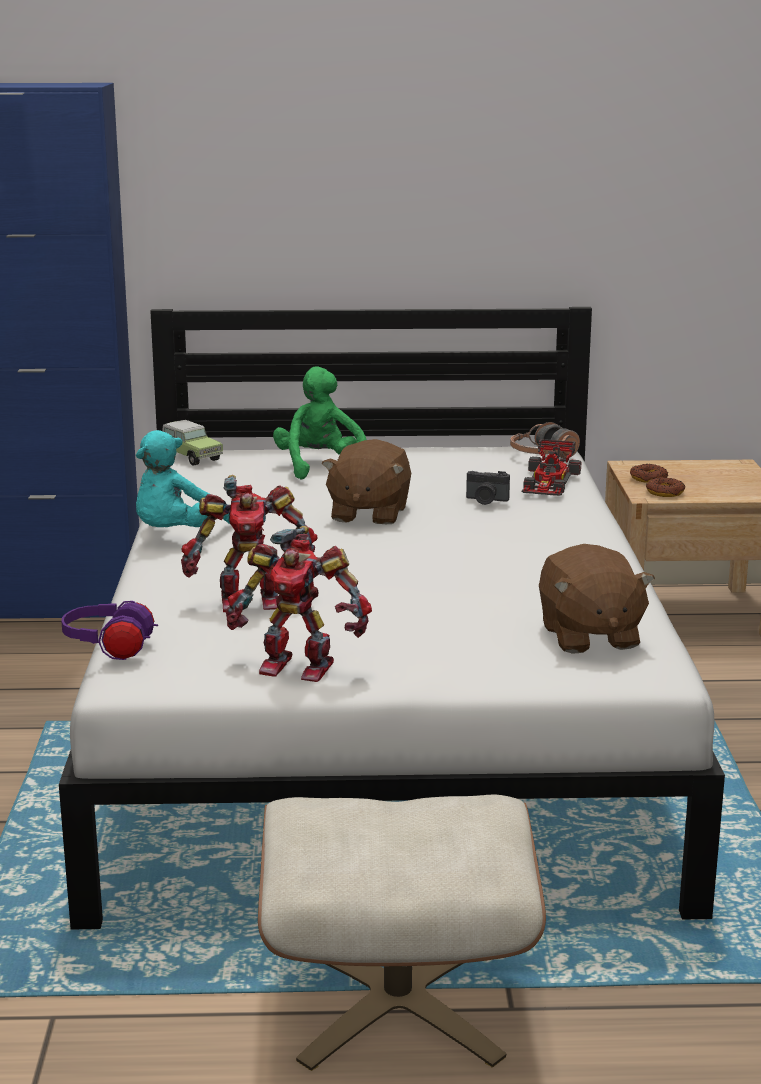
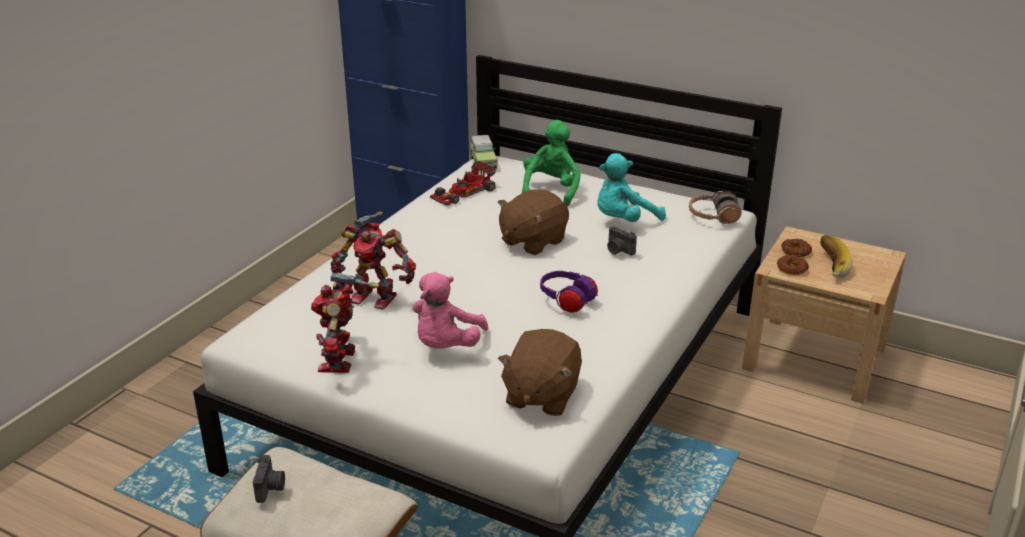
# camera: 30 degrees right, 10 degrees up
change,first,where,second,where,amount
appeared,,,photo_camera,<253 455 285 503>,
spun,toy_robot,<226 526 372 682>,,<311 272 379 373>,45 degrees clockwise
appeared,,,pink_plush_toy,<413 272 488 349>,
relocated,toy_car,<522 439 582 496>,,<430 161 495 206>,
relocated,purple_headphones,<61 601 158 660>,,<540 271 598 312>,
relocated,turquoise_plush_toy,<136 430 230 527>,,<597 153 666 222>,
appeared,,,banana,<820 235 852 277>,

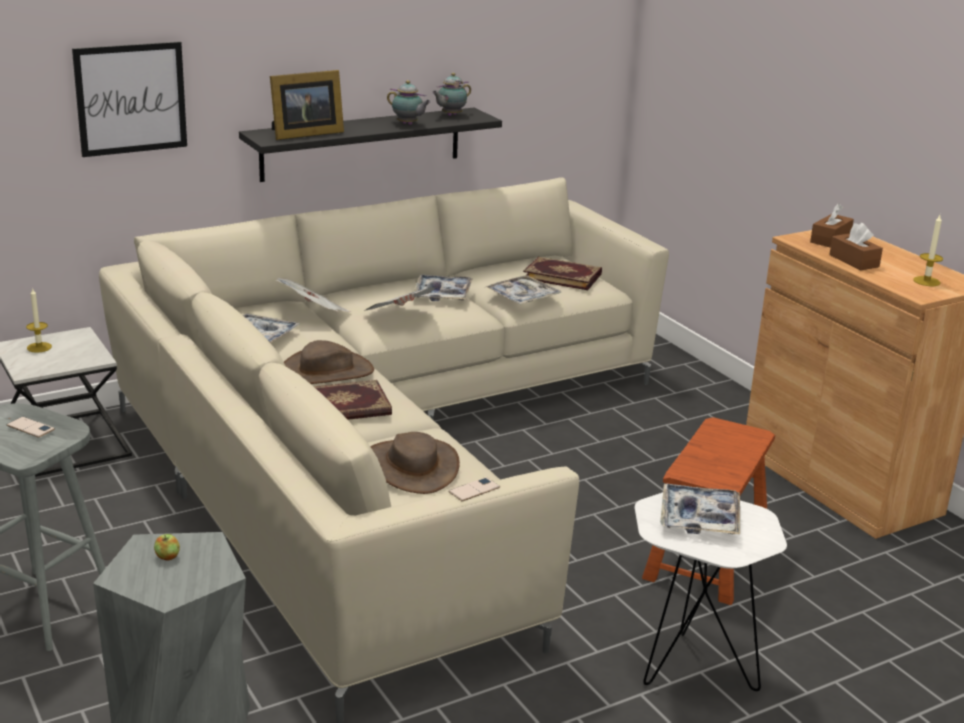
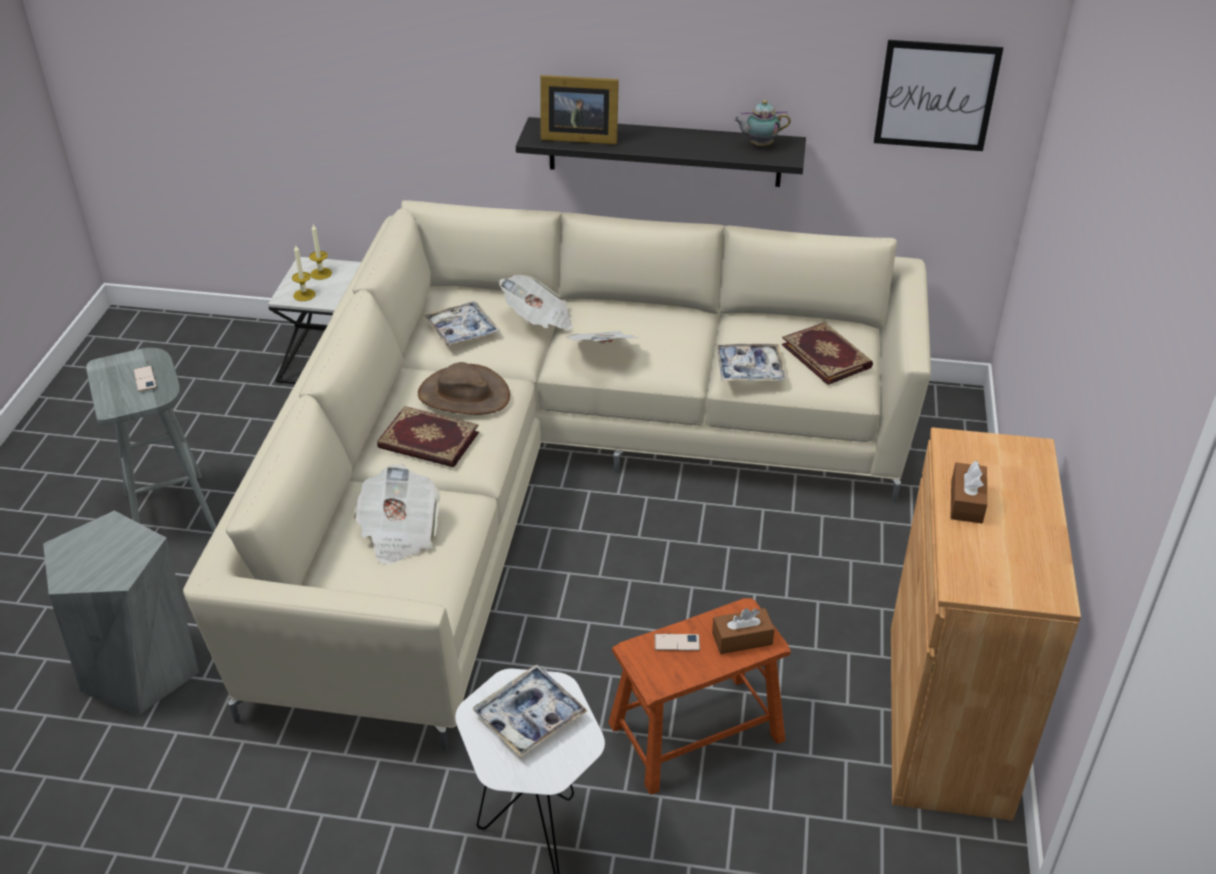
# camera: 40 degrees right, 15 degrees up
change,first,where,second,where,amount
relocated,candle,<913 215 943 286>,,<292 245 315 301>,
exchanged,brown_hat,<370 432 460 494>,newspaper,<354 464 440 565>,
relocated,phone,<448 477 500 501>,,<655 634 700 651>,
relocated,brown_tissue_box,<810 203 854 247>,,<712 608 775 654>,
relocated,picture,<72 42 187 157>,,<874 40 1003 151>,
missing,apple,<154 534 180 560>,,,
missing,teapot,<387 80 431 125>,,,
missing,tray,<413 274 472 301>,,,

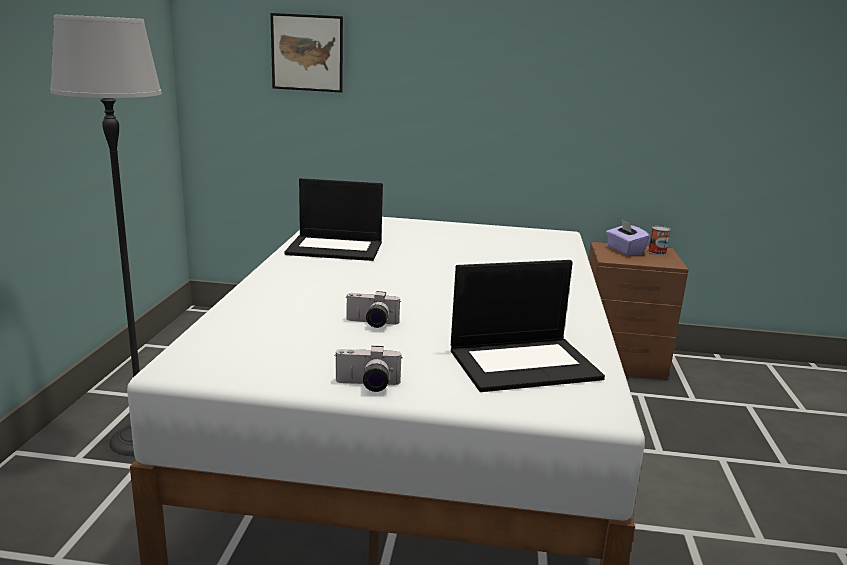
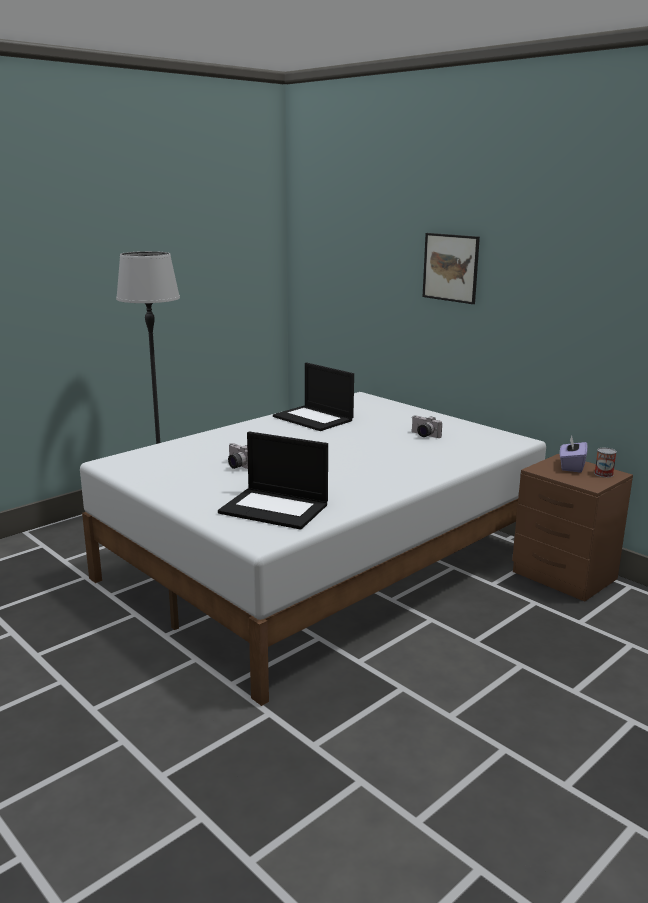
# camera: 40 degrees right, 0 degrees up
change,first,where,second,where,amount
relocated,photo_camera,<335 346 403 392>,,<412 416 442 438>,
relocated,picture,<270 13 343 93>,,<423 233 480 304>,

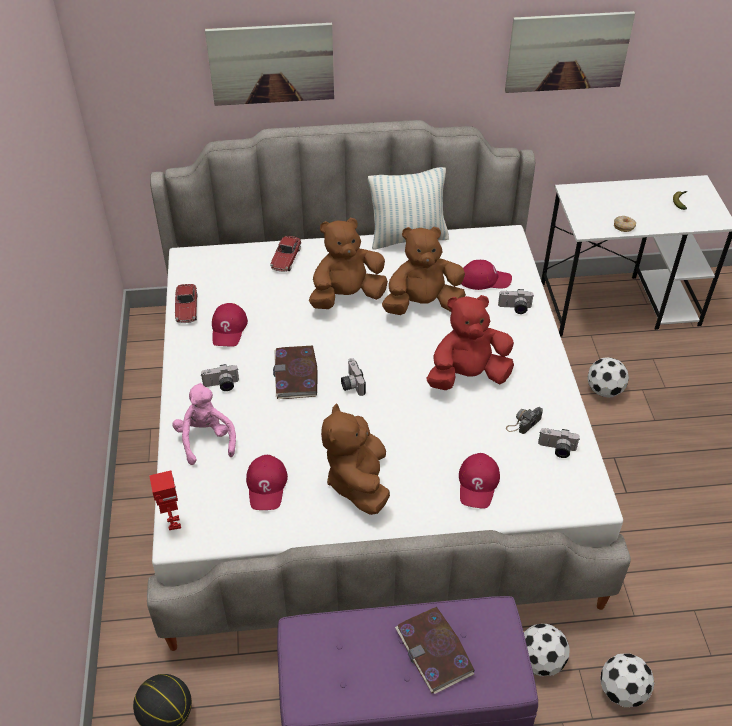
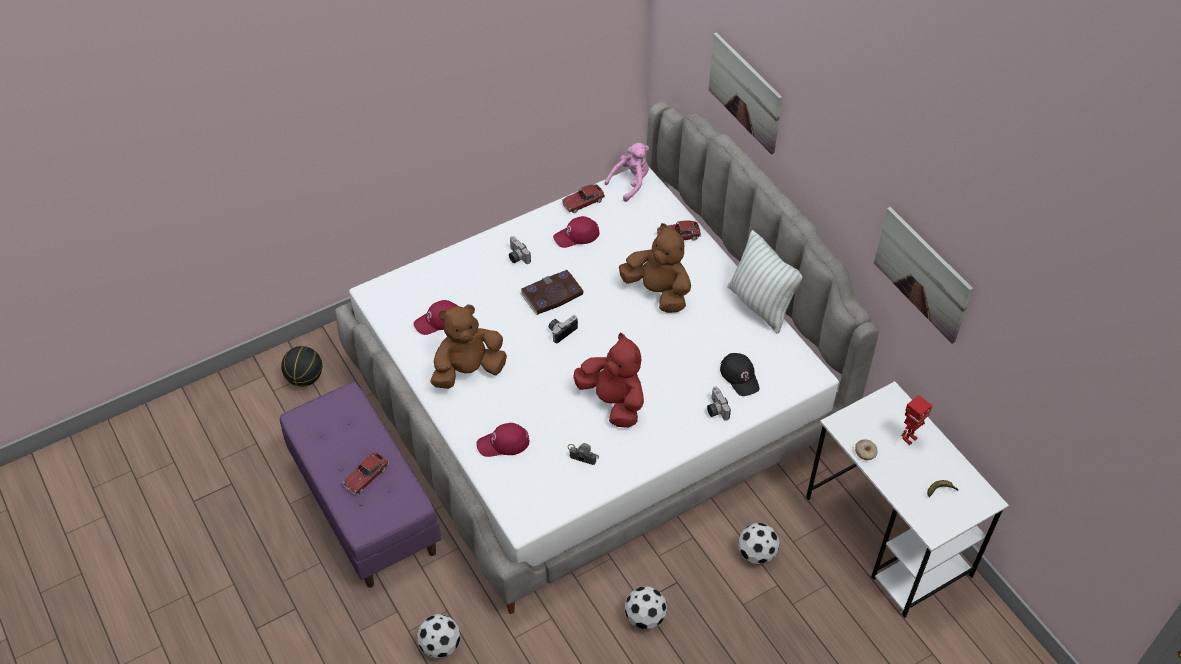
# camera: 65 degrees right, 5 degrees up
change,first,where,second,where,amount
exchanged,book,<395 607 475 694>,toy_car,<343 452 389 494>,
relocated,pink_plush_toy,<172 383 236 465>,,<604 143 649 202>,
relocated,football,<524 624 570 676>,,<625 587 667 629>,
colour,red_cap,<461 260 512 290>,black_cap,<720 353 759 396>,
relocated,toy_robot,<149 470 181 530>,,<901 395 932 446>,
missing,brown_plush_toy,<382 227 466 315>,,,
missing,photo_camera,<538 428 580 458>,,,

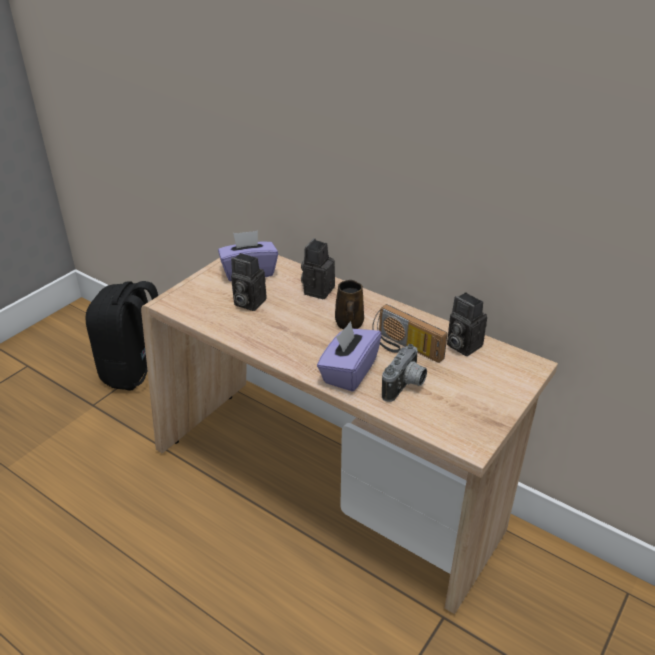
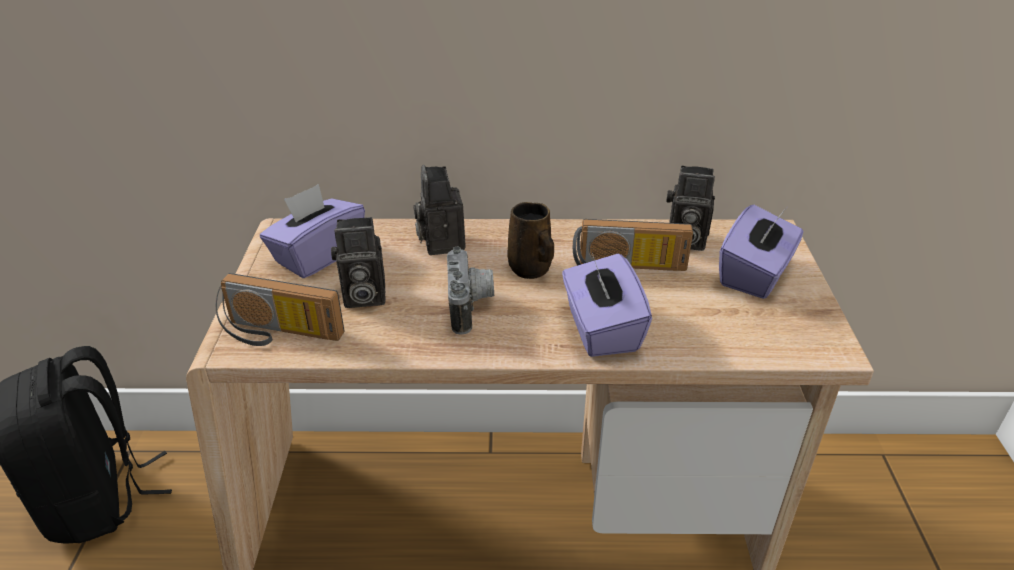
# camera: 35 degrees left, 0 degrees up
change,first,where,second,where,amount
appeared,,,radio,<216 273 345 346>,
relocated,photo_camera,<382 344 427 402>,,<447 246 494 335>,
appeared,,,purple_tissue_box,<719 205 803 299>,

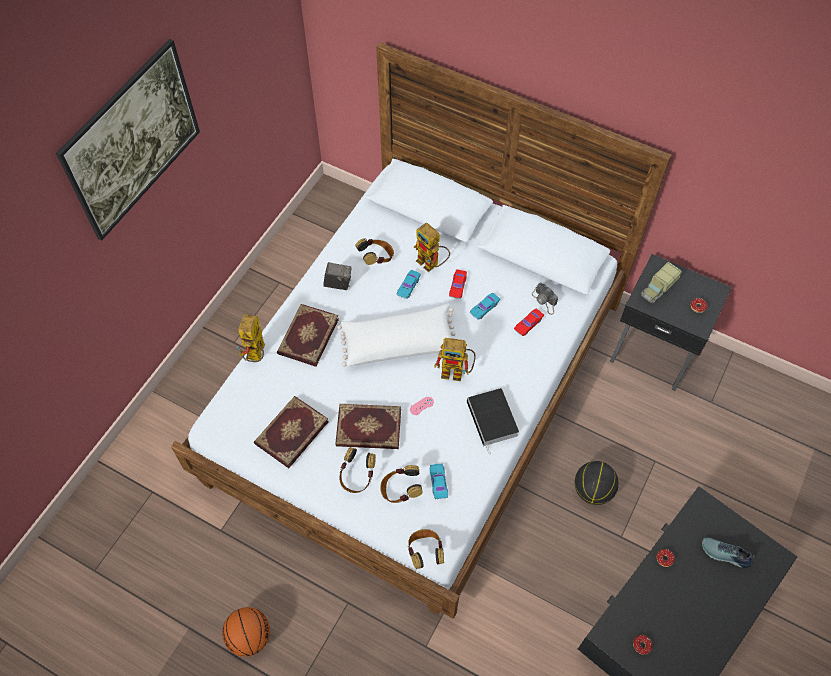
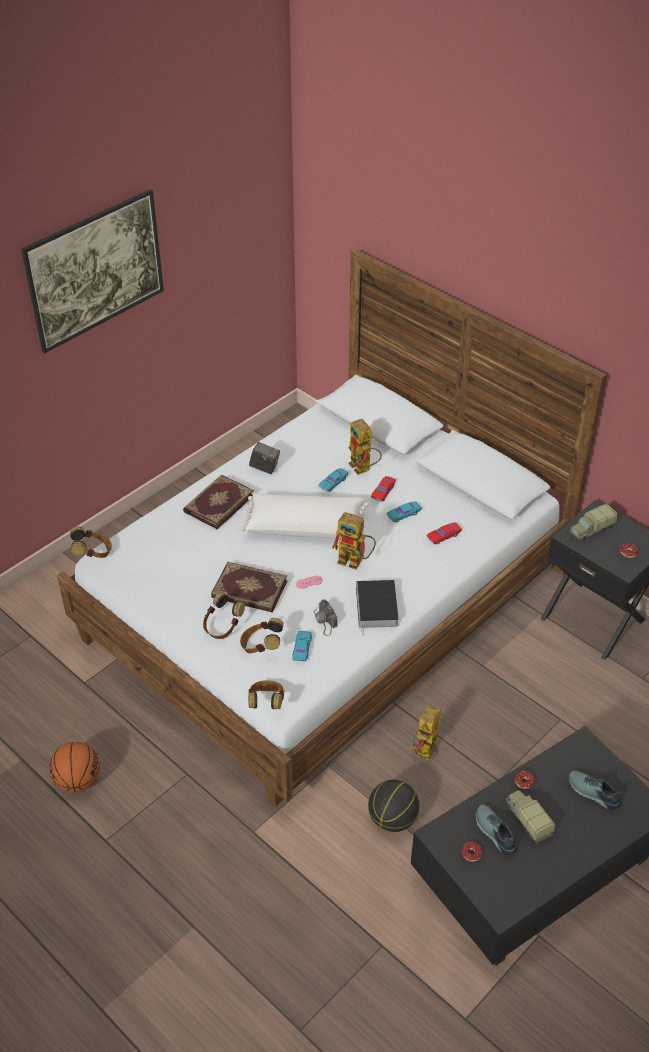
# camera: 15 degrees right, 15 degrees down
change,first,where,second,where,amount
relocated,headphones,<355 238 394 265>,,<70 526 112 558>,
relocated,photo_camera,<532 283 558 315>,,<314 599 337 636>,
relocated,basketball,<575 461 619 505>,,<368 780 419 832>,
relocated,toy_robot,<237 314 265 362>,,<411 705 441 760>,
appeared,,,shoe,<476 805 517 855>,
appeared,,,toy_truck,<506 790 556 844>,
missing,book,<254 396 329 468>,,,

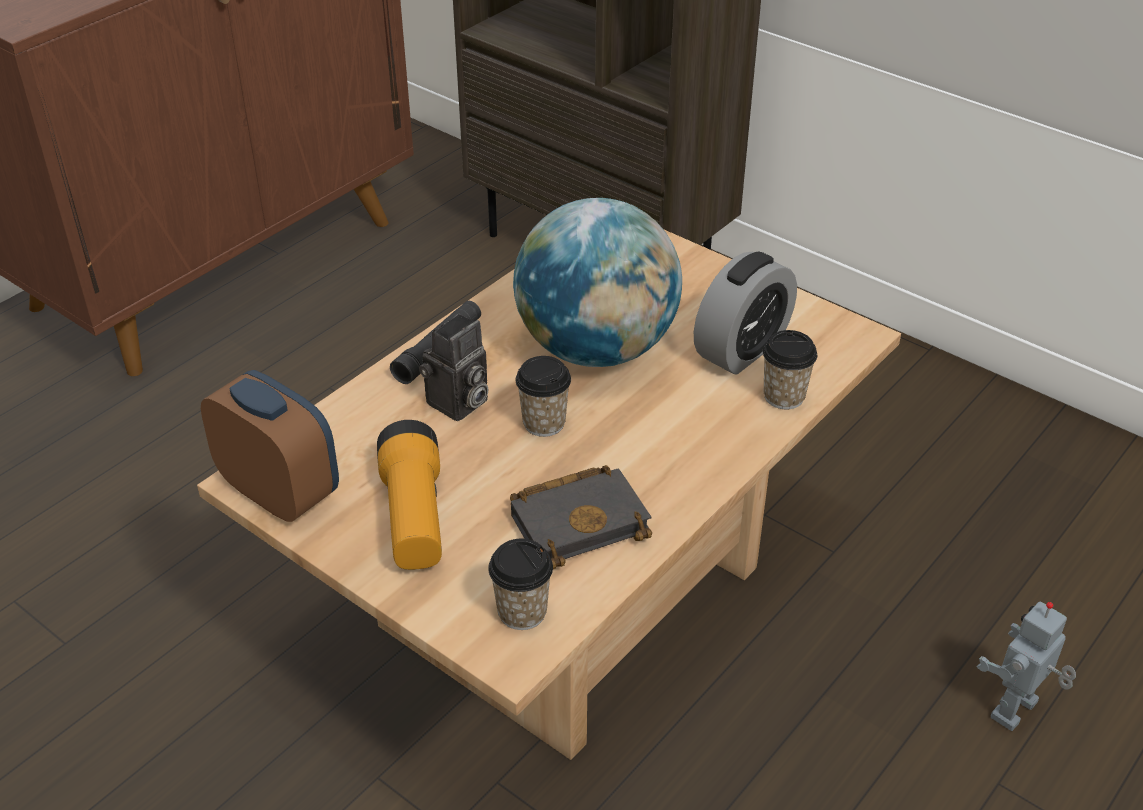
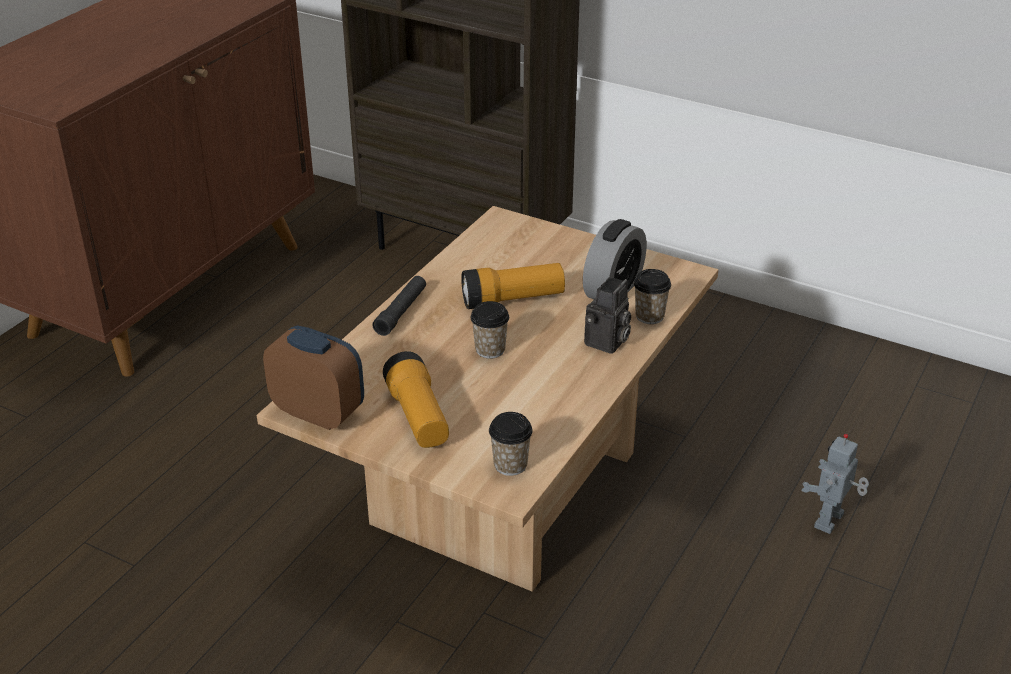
# camera: 10 degrees left, 5 degrees down
change,first,where,second,where,amount
exchanged,globe,<513 198 682 367>,flashlight,<461 263 565 309>,
relocated,photo_camera,<419 314 488 421>,,<584 277 631 354>,
missing,black_book,<510 465 652 569>,,,

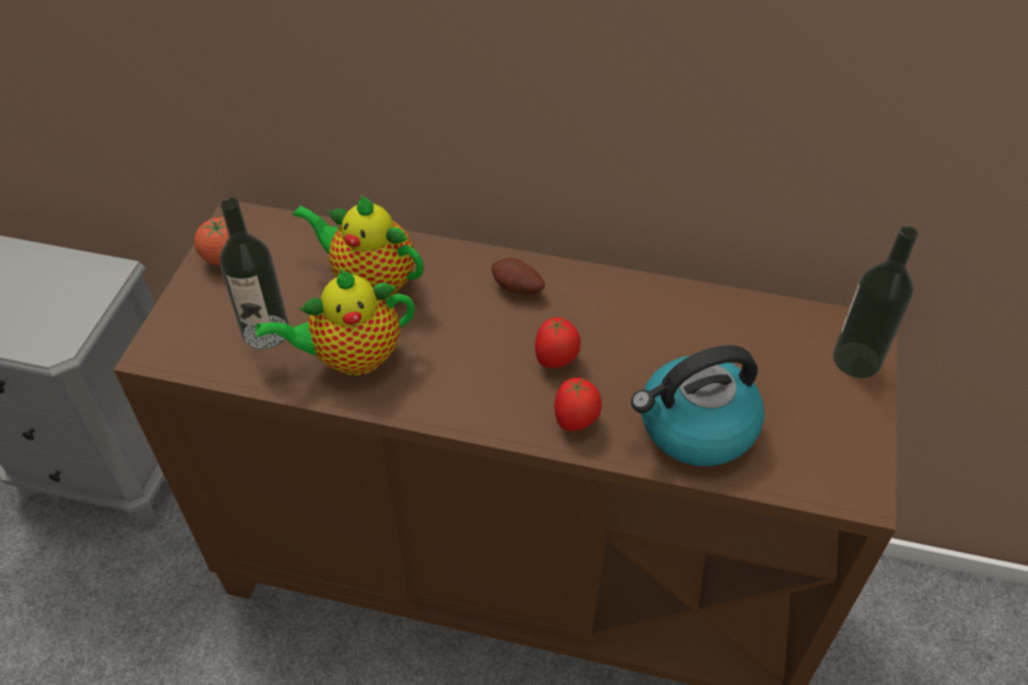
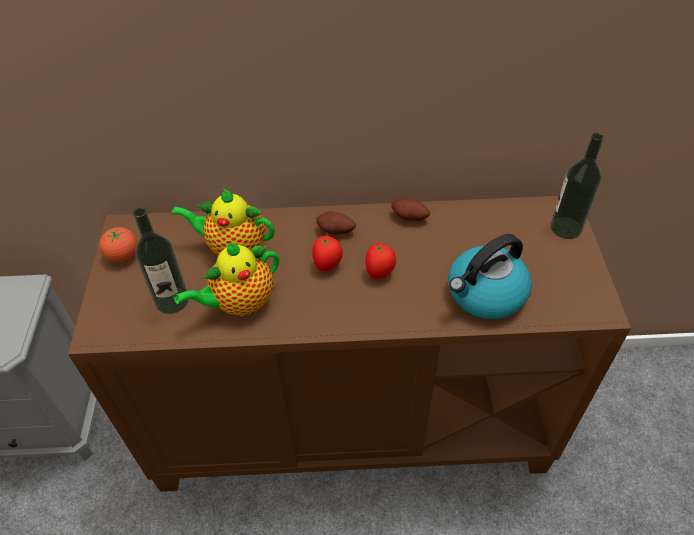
# camera: 15 degrees left, 0 degrees up
change,first,where,second,where,amount
relocated,tomato,<554 378 602 431>,,<312 235 343 271>,
appeared,,,potato,<391 197 430 220>,

